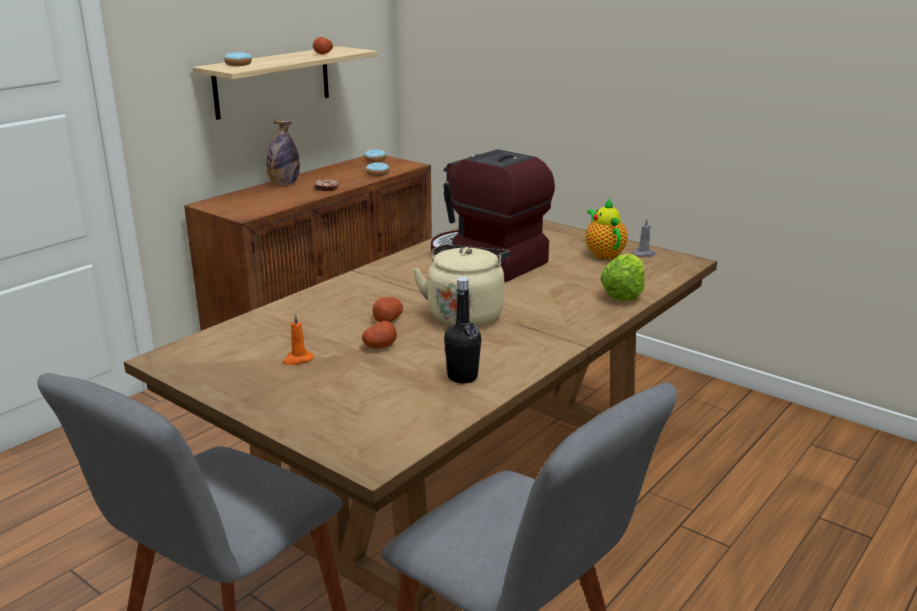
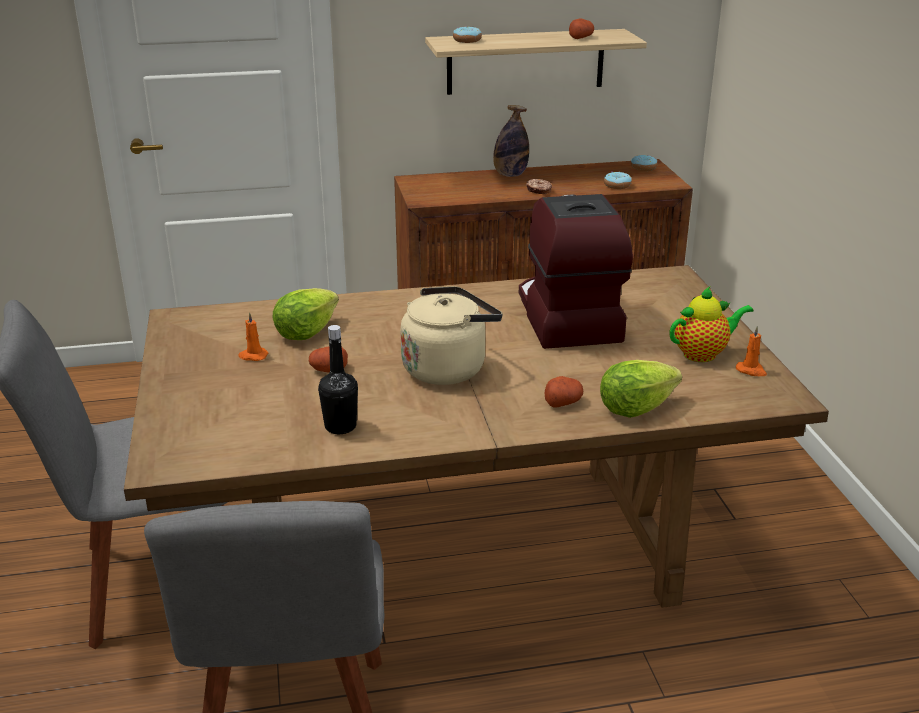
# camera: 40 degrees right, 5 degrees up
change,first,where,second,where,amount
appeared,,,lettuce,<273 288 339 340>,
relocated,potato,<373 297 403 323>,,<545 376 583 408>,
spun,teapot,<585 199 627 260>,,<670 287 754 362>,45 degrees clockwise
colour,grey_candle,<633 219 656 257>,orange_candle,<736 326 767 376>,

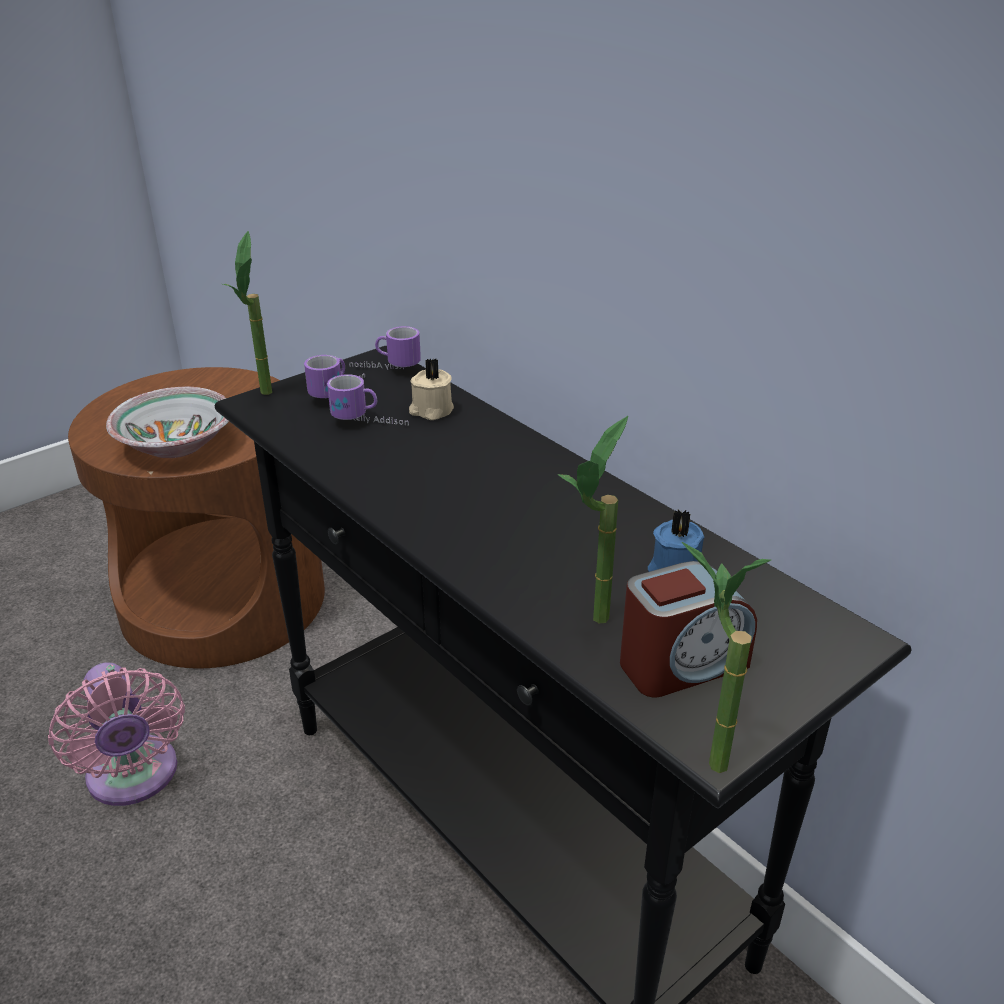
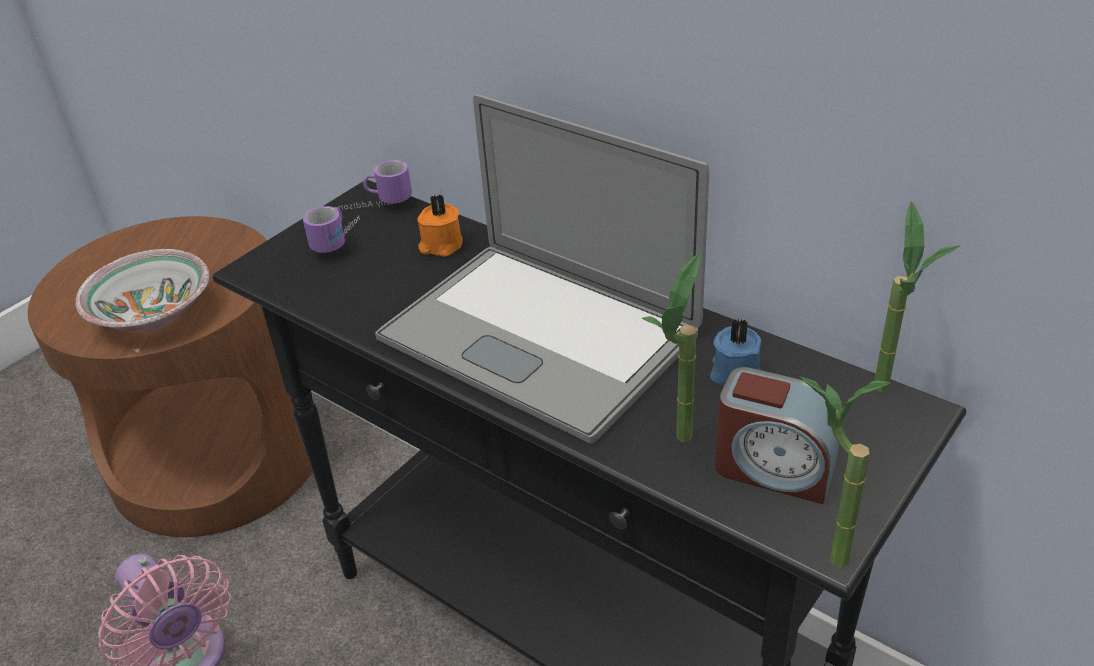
# camera: 10 degrees left, 5 degrees up
change,first,where,second,where,amount
appeared,,,laptop,<375 94 709 444>,
colour,beige_candle,<409 359 454 420>,orange_candle,<417 195 463 257>,
spun,alarm_clock,<620 561 757 697>,,<715 367 843 504>,60 degrees clockwise
relocated,potted_plant,<223 231 272 395>,,<874 201 960 392>,
missing,mug,<327 374 409 426>,,,

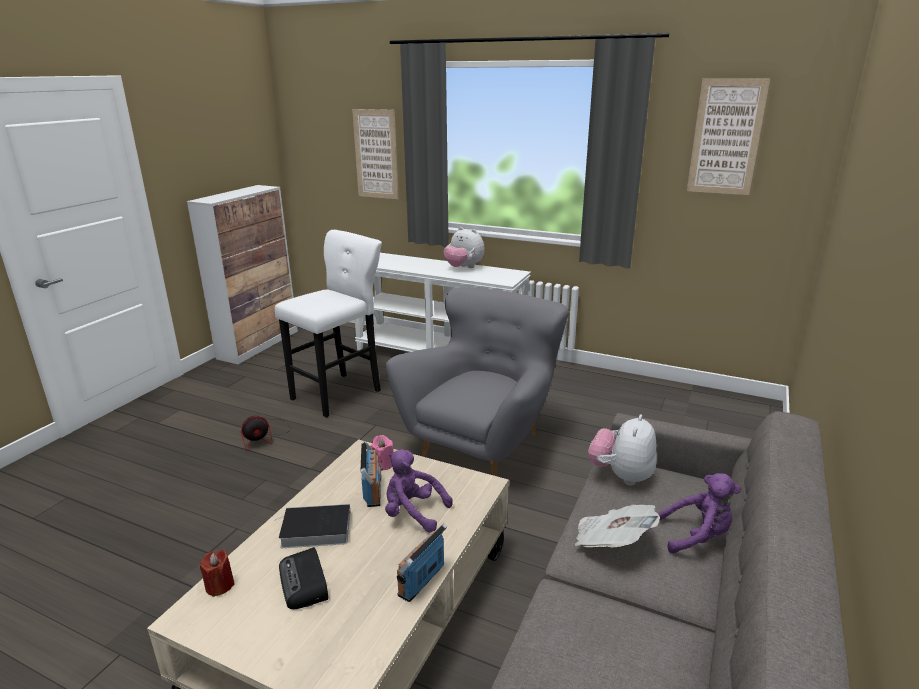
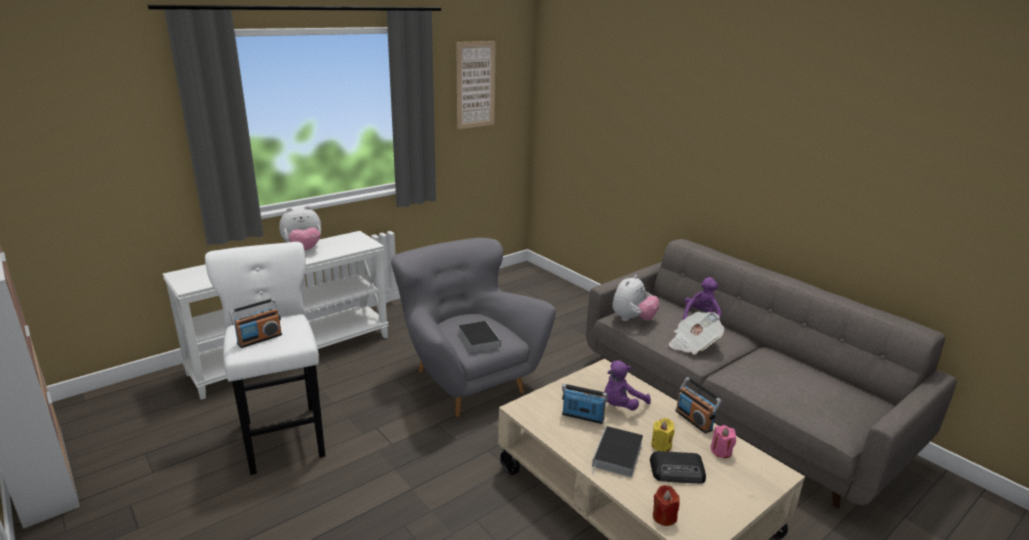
# camera: 65 degrees left, 0 degrees up
change,first,where,second,where,amount
appeared,,,radio,<229 298 282 348>,
appeared,,,book,<459 321 501 352>,
spun,plush_toy,<588 414 657 485>,,<612 275 660 321>,105 degrees counterclockwise
appeared,,,yellow_candle,<651 418 675 452>,
relocated,pink_candle,<370 435 394 471>,,<710 425 736 458>,
missing,fan,<241 413 289 450>,,,
missing,picture,<352 109 399 199>,,,

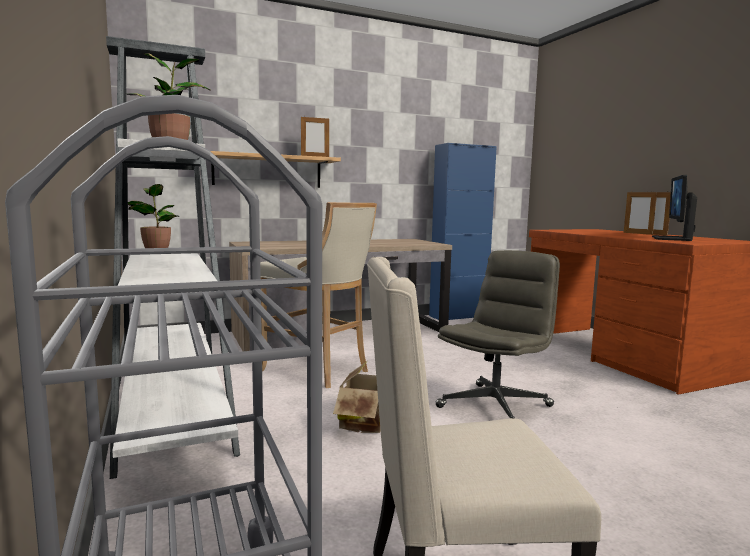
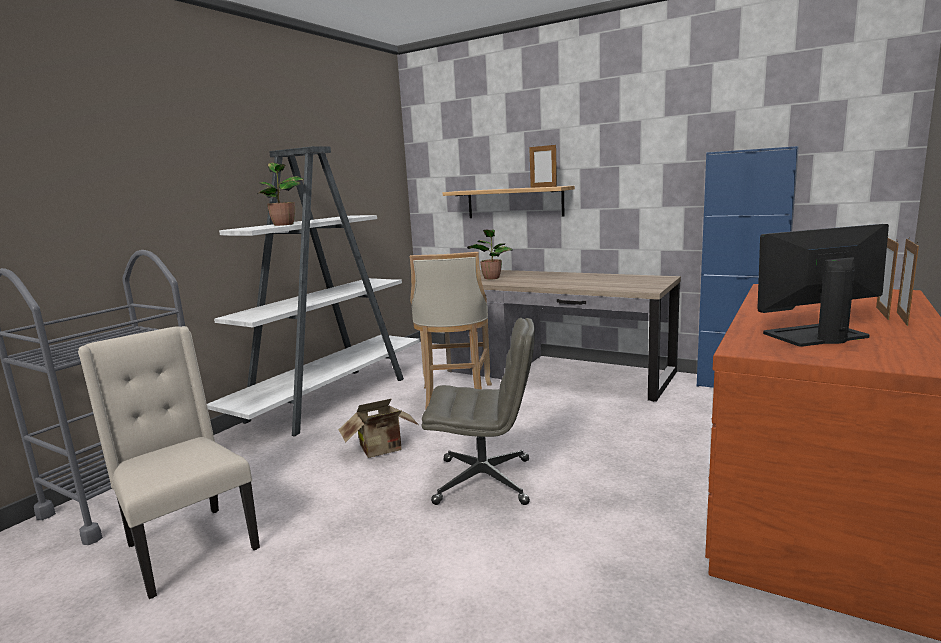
# camera: 55 degrees right, 5 degrees up
change,first,where,second,where,amount
relocated,potted_plant,<128 184 179 248>,,<467 230 513 279>,

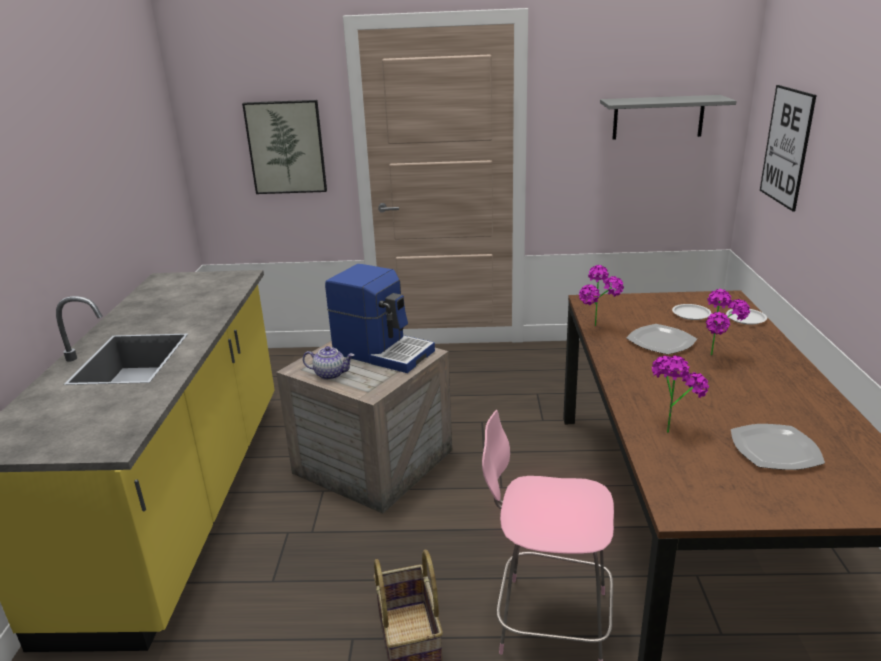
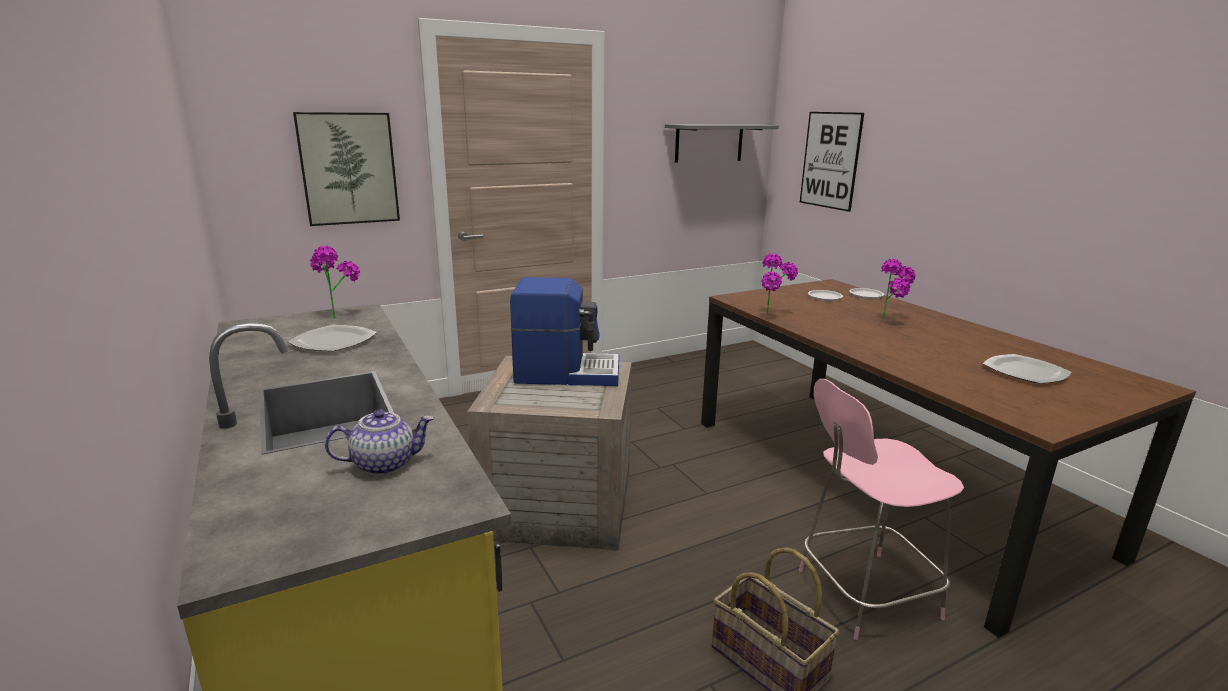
# camera: 30 degrees left, 5 degrees down
change,first,where,second,where,amount
relocated,plate,<626 324 697 355>,,<288 325 377 351>,
relocated,potted_plant,<652 356 709 433>,,<310 246 360 318>,
relocated,teapot,<303 346 354 380>,,<325 409 434 475>,

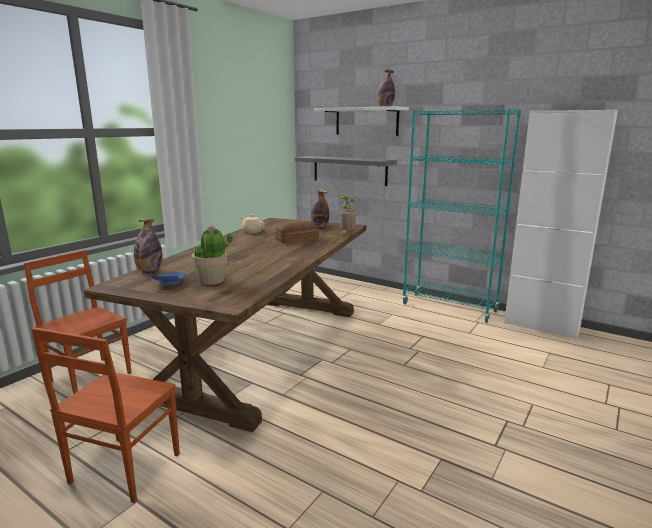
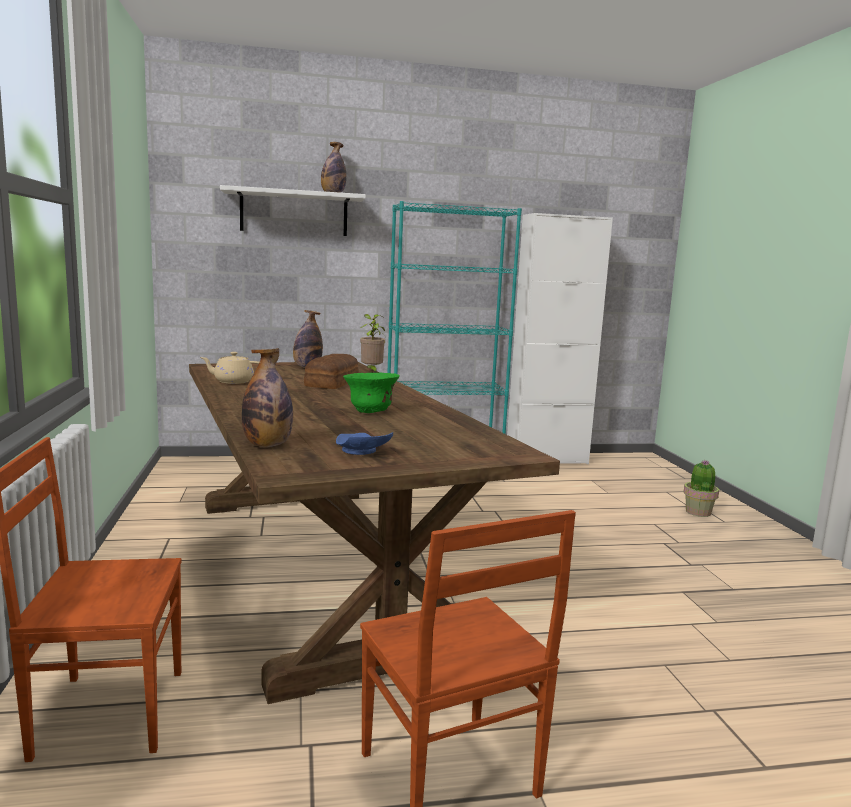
# camera: 45 degrees left, 5 degrees down
change,first,where,second,where,amount
appeared,,,green_bowl,<343 373 400 413>,
relocated,potted_plant,<192 225 233 285>,,<683 460 719 517>,
missing,grey_shelf,<295 156 397 186>,,,

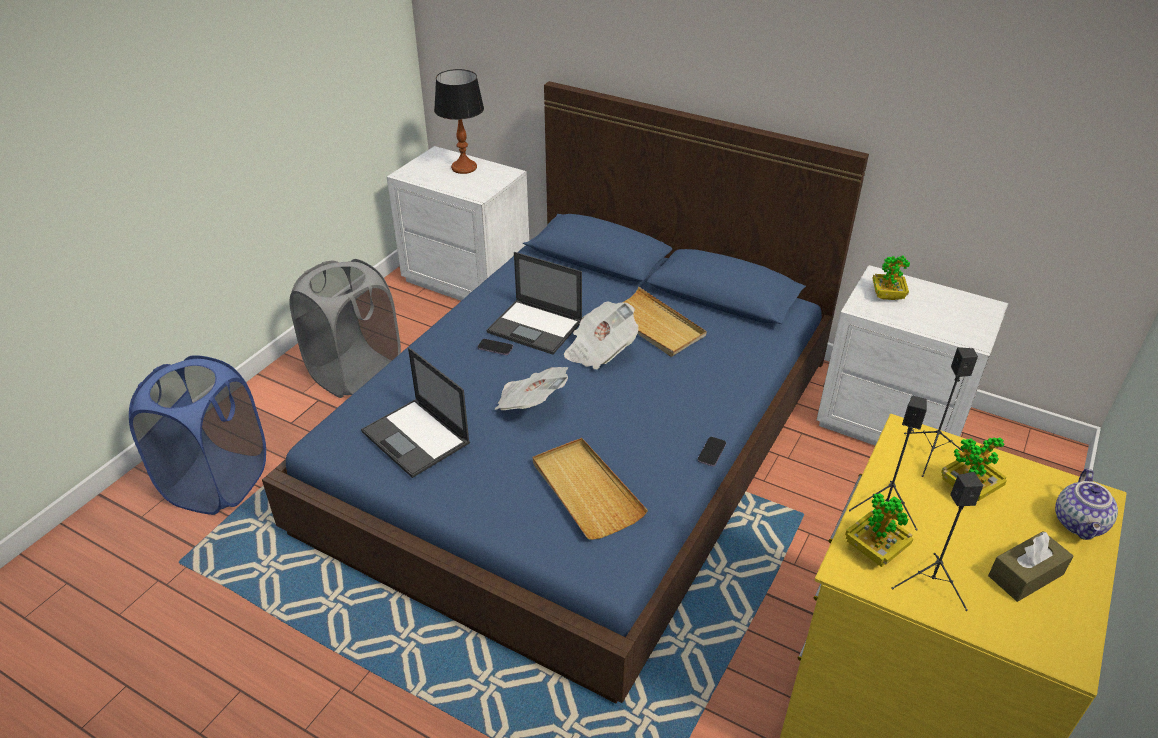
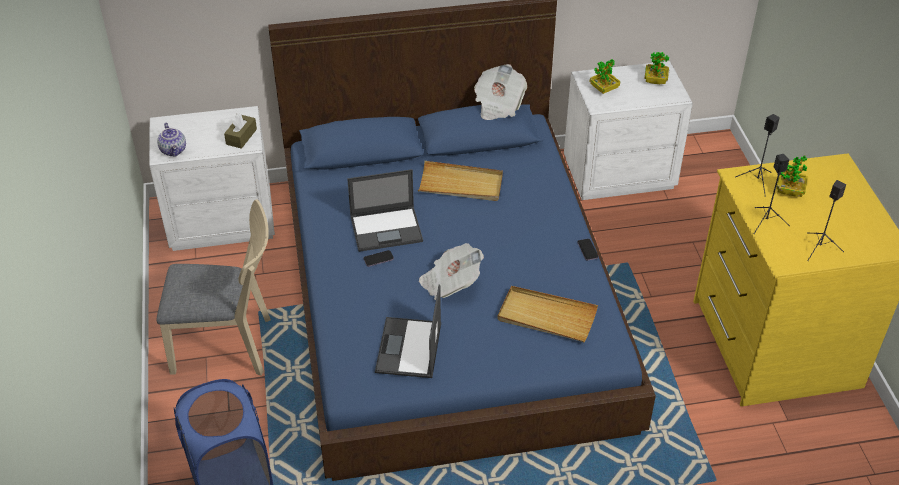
# camera: 40 degrees left, 5 degrees up
change,first,where,second,where,amount
relocated,teapot,<1055 469 1118 540>,,<157 123 186 157>,
exchanged,grey_laundry_basket,<290 259 401 398>,beige_chair,<157 200 271 376>,
relocated,brown_tissue_box,<988 531 1074 602>,,<224 113 257 149>,
spun,laptop,<361 348 470 478>,,<375 284 441 378>,90 degrees clockwise
relocated,newspaper,<564 301 639 370>,,<474 64 527 120>,
relocated,potted_plant,<845 493 913 567>,,<644 52 669 84>,
missing,table_lamp,<434 69 484 174>,,,

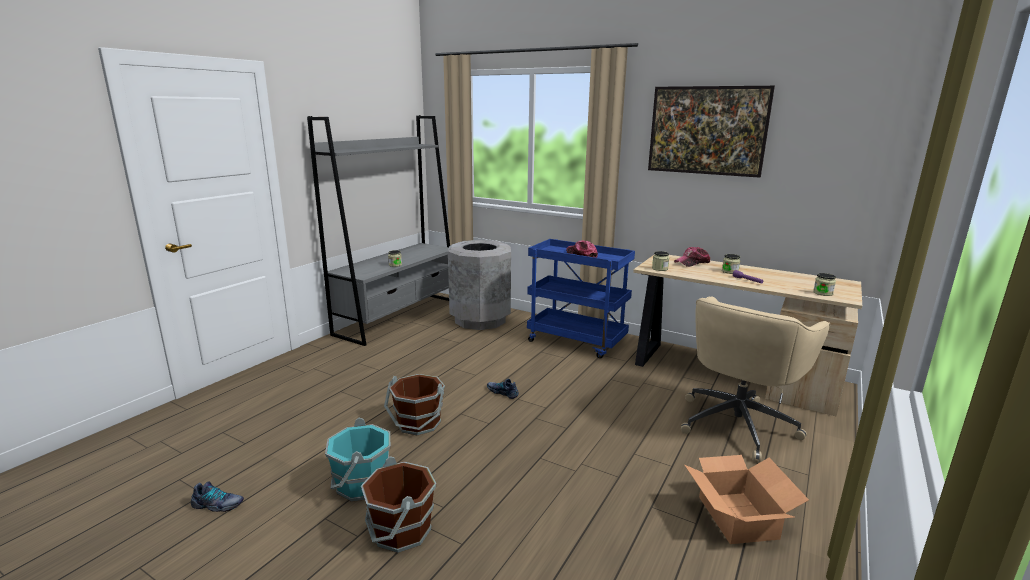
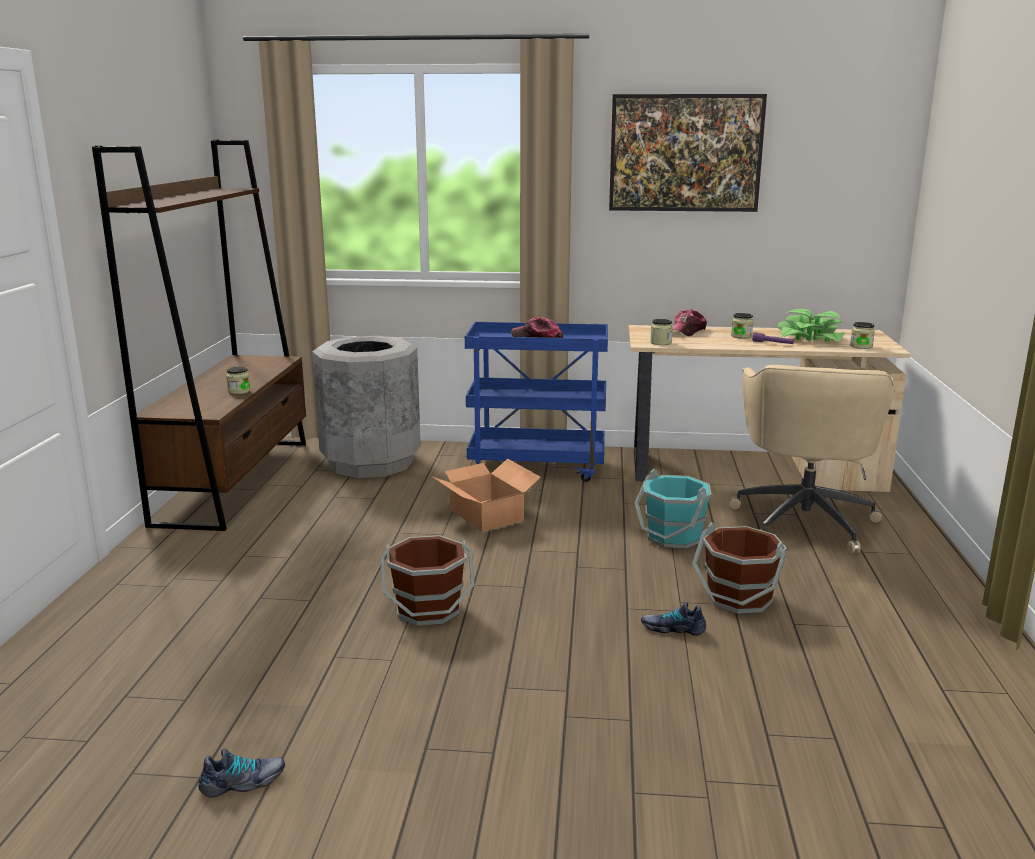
# camera: 25 degrees left, 0 degrees up
change,first,where,second,where,amount
colour,grey_bookcase,<307 115 450 346>,brown_bookcase,<92 140 306 531>,
relocated,cardboard_box,<685 455 809 544>,,<433 459 541 532>,
relocated,turquoise_bucket,<325 418 390 502>,,<634 468 712 548>,
relocated,shoe,<487 379 519 399>,,<641 602 706 636>,
relocated,brown_bucket,<361 456 437 553>,,<692 522 787 614>,
appeared,,,potted_plant,<778 309 845 342>,

